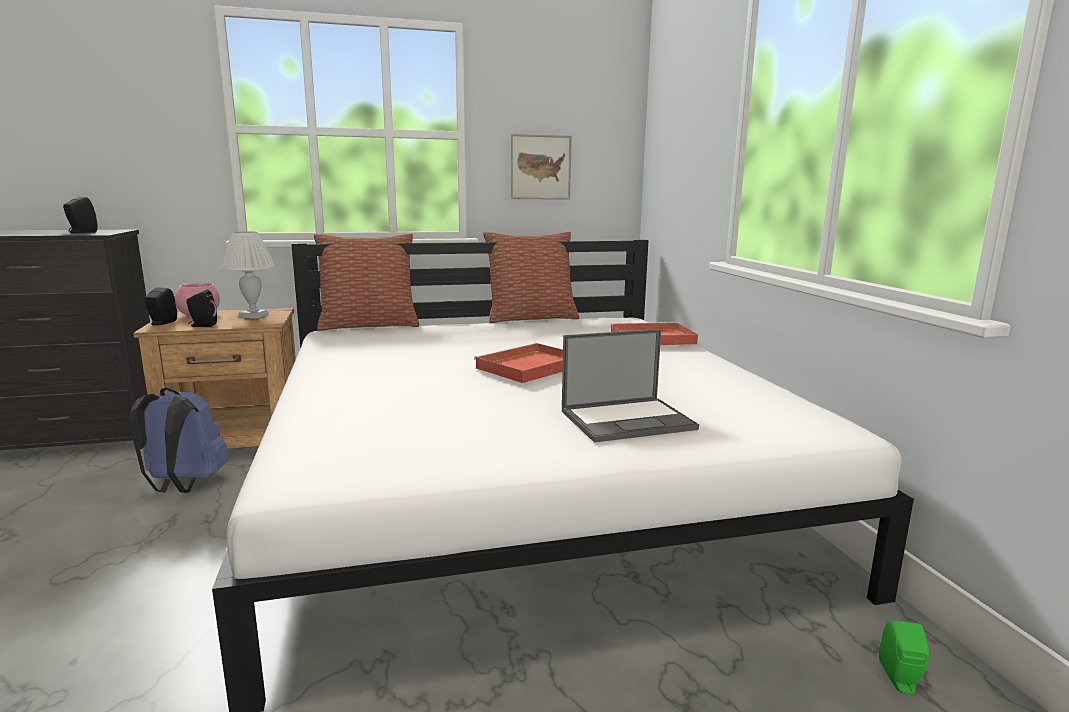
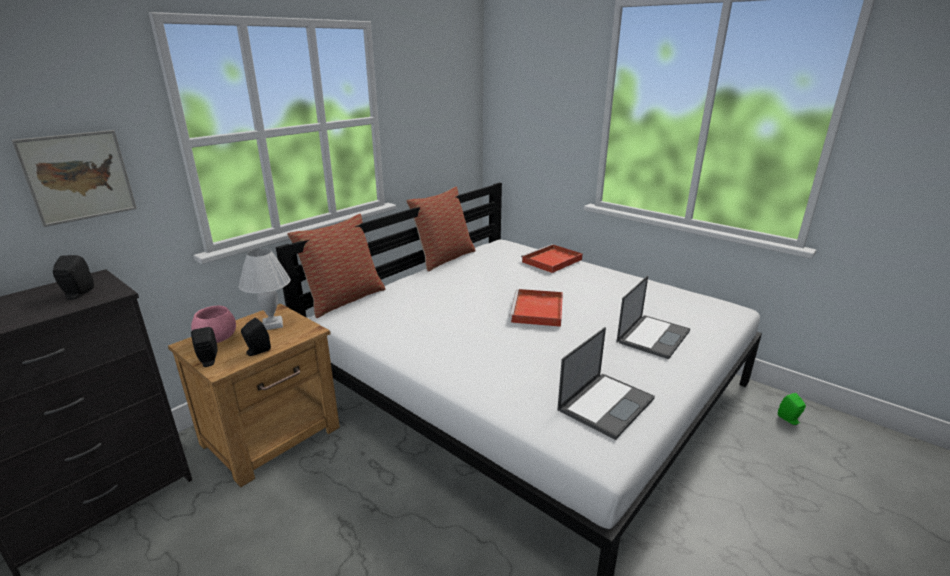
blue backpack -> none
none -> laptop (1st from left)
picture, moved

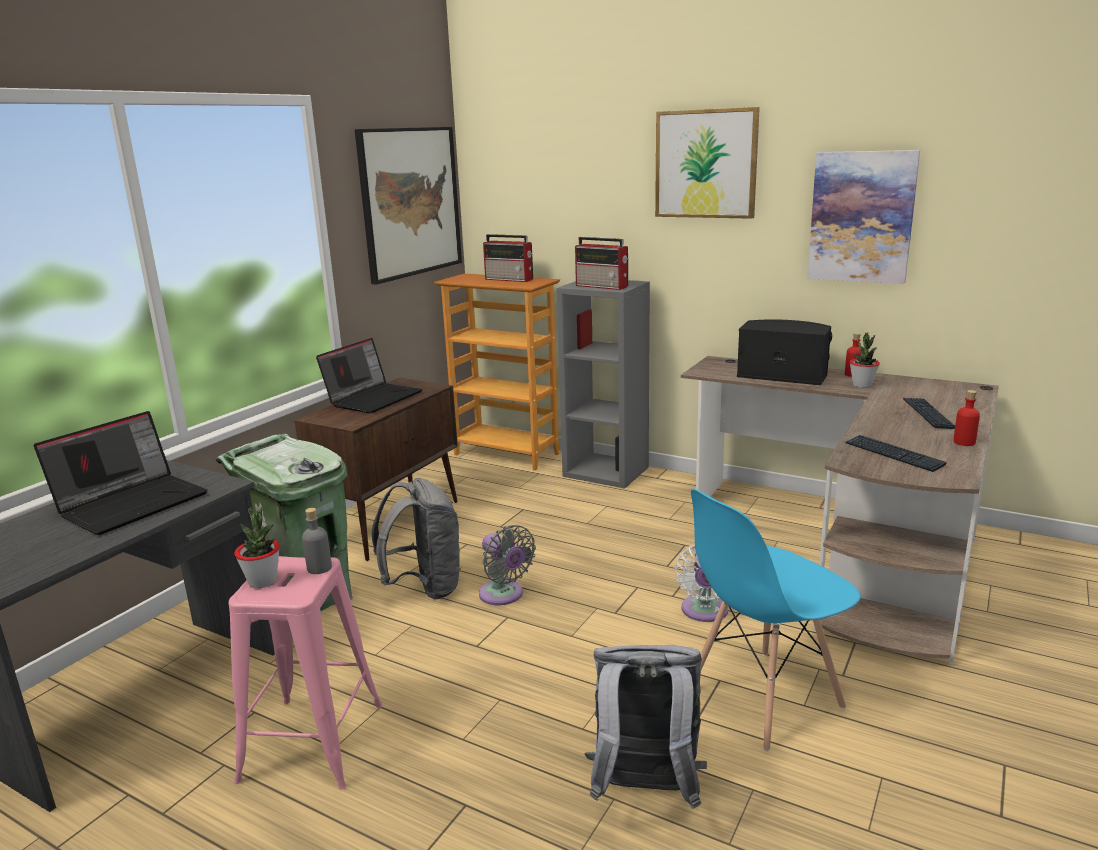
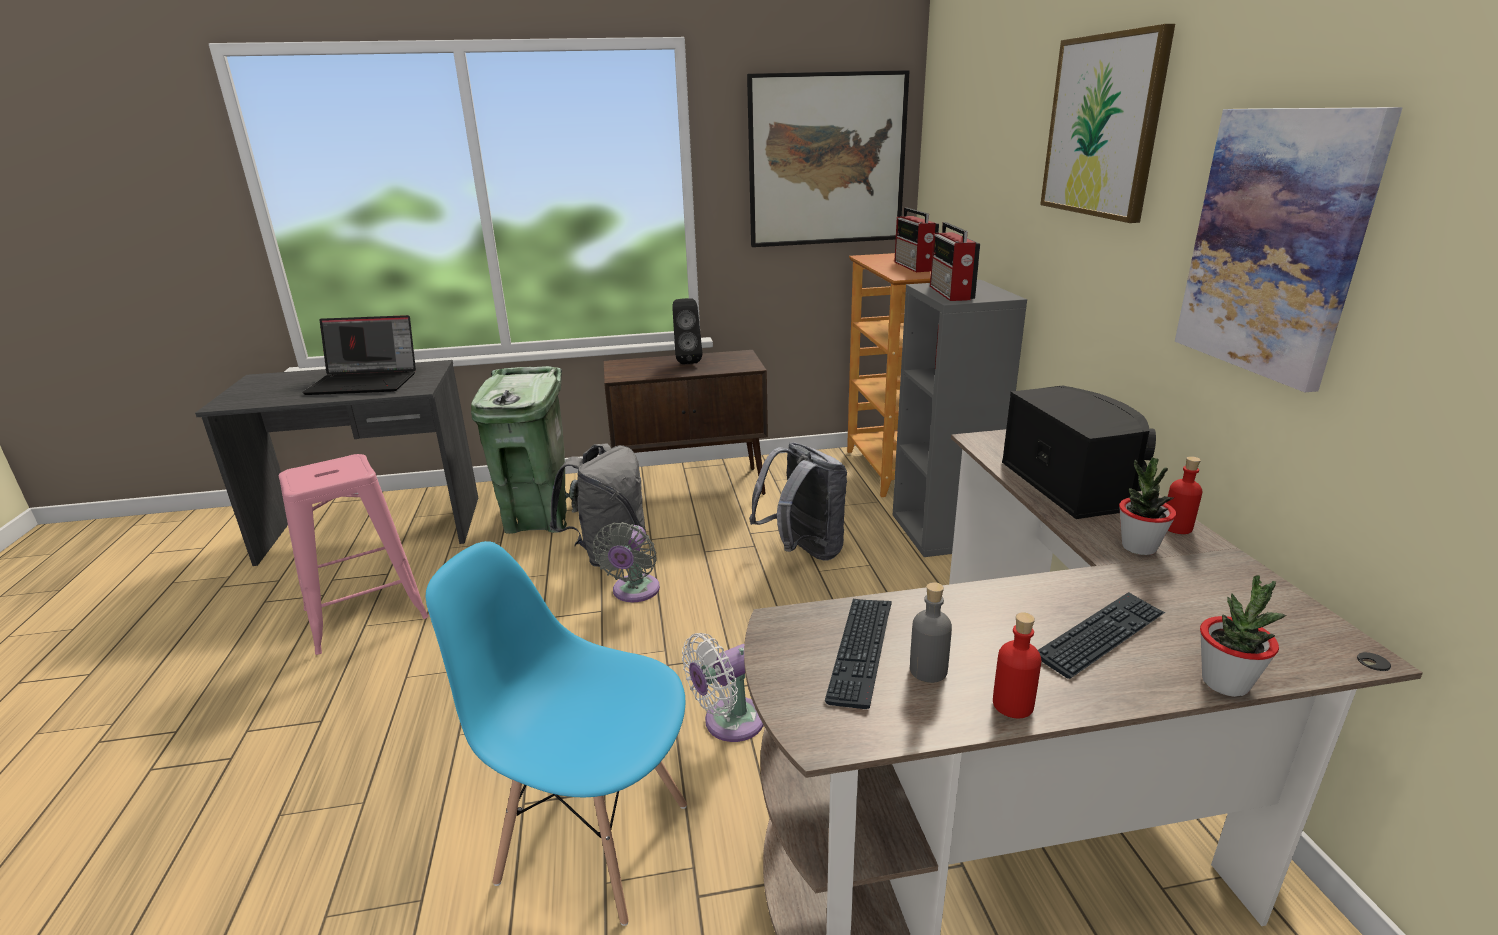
potted plant (1st from left in the first image) -> potted plant (2nd from left), moved
grey bottle, moved
grey backpack (2nd from left), moved
laptop (2nd from left) -> black speaker (1st from left)

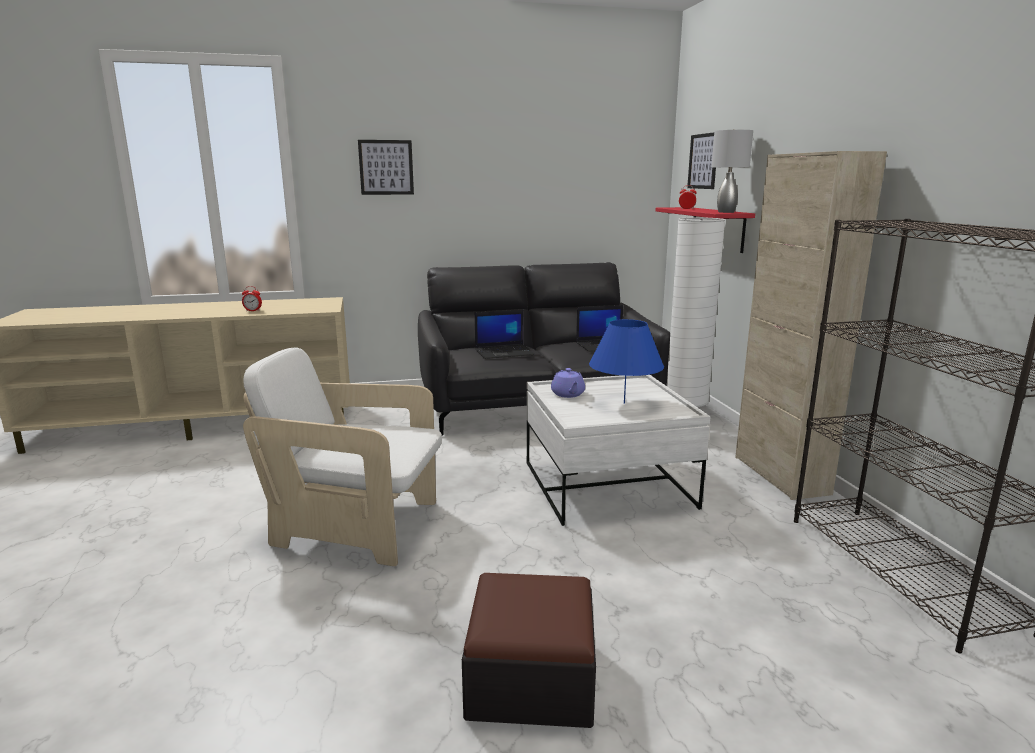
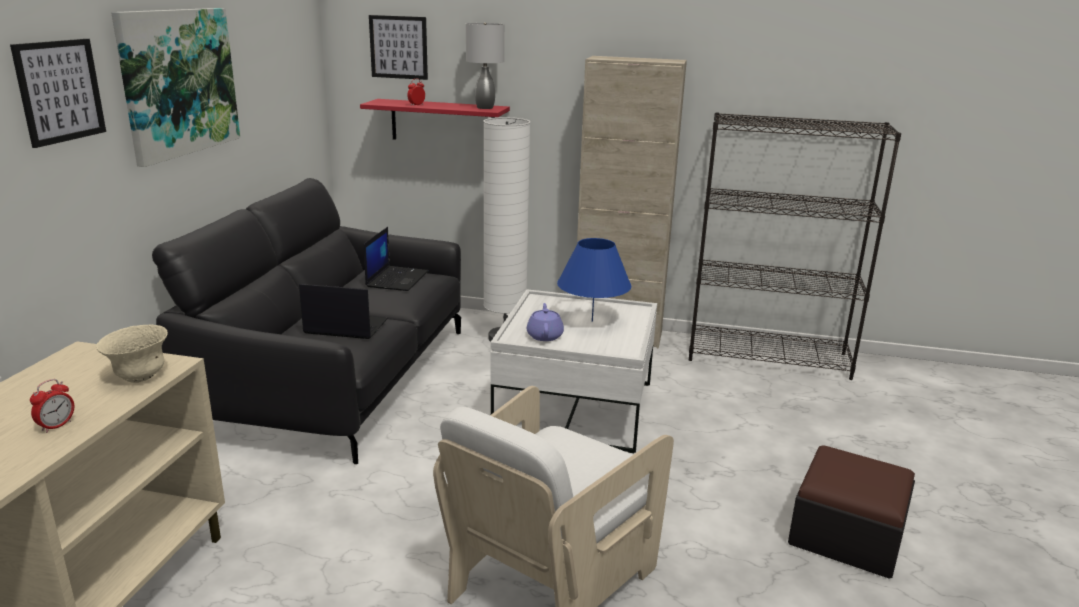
none -> beige bowl
none -> picture (2nd from left)
laptop (1st from left), 90 degrees counterclockwise
purple teapot, 105 degrees counterclockwise

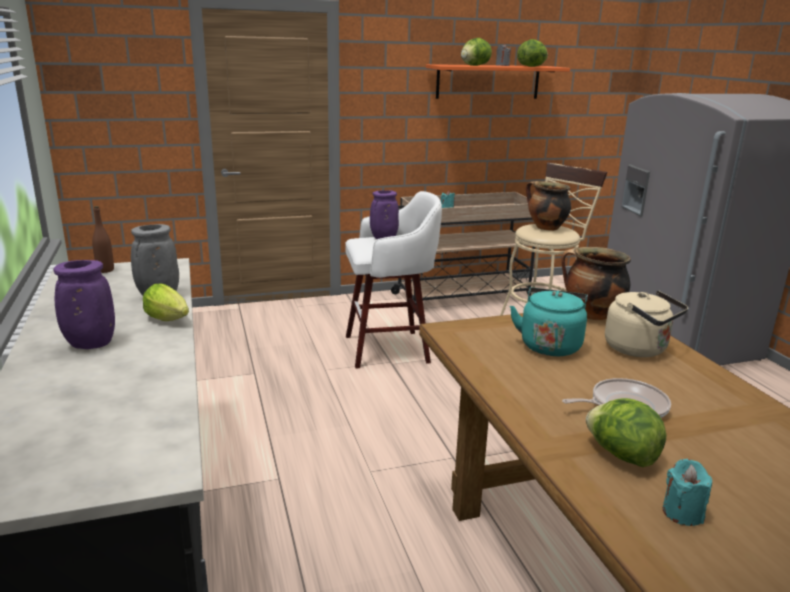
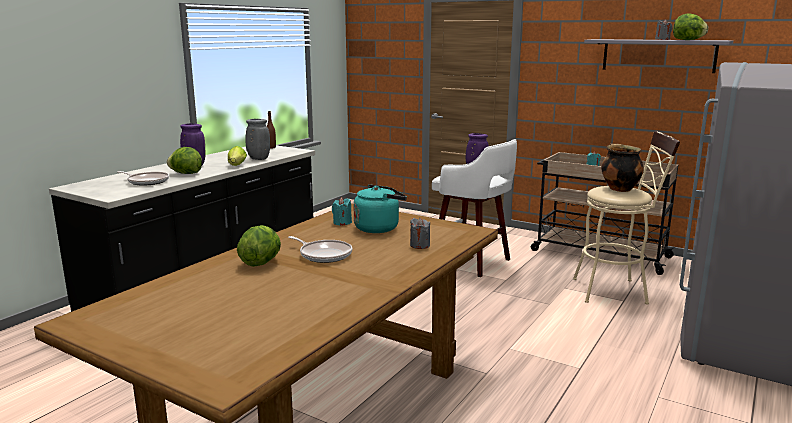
cooking pot (2nd from left) -> none
none -> frying pan (1st from left)
lettuce (2nd from left in the first image) -> lettuce (1st from left), moved
turquoise candle (2nd from left in the first image) -> turquoise candle (1st from left), moved
beige kettle -> grey candle (1st from left)
orange shelf -> grey shelf

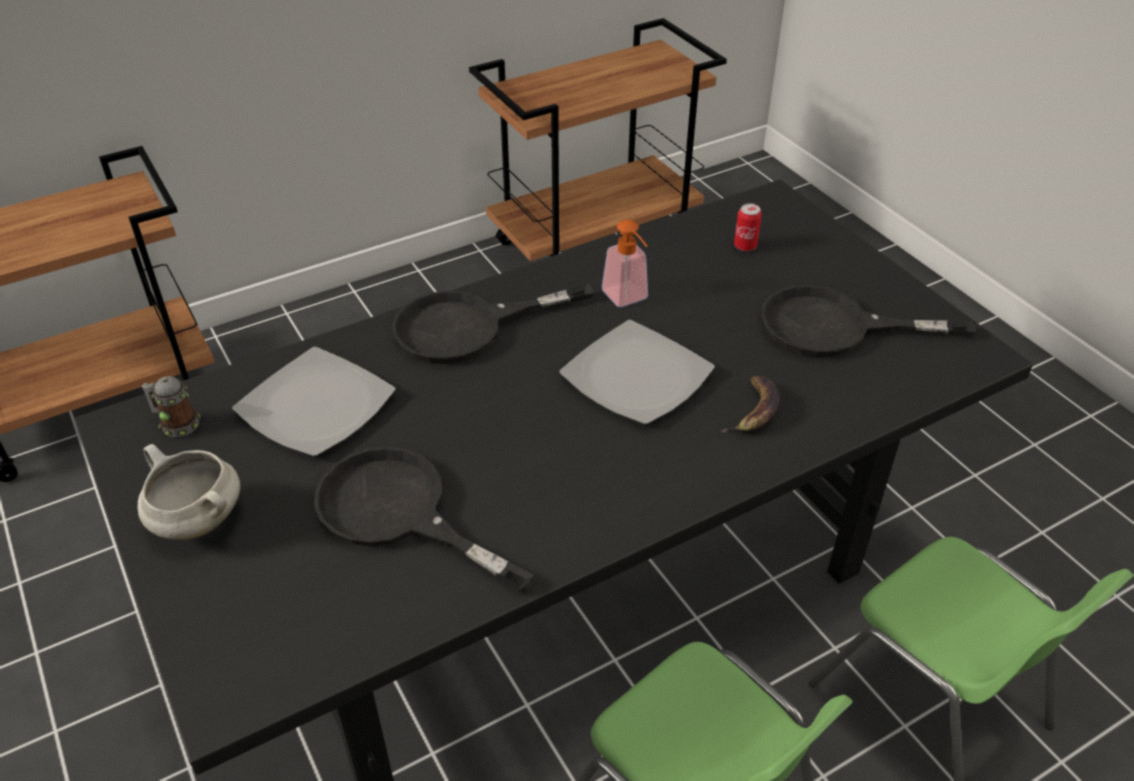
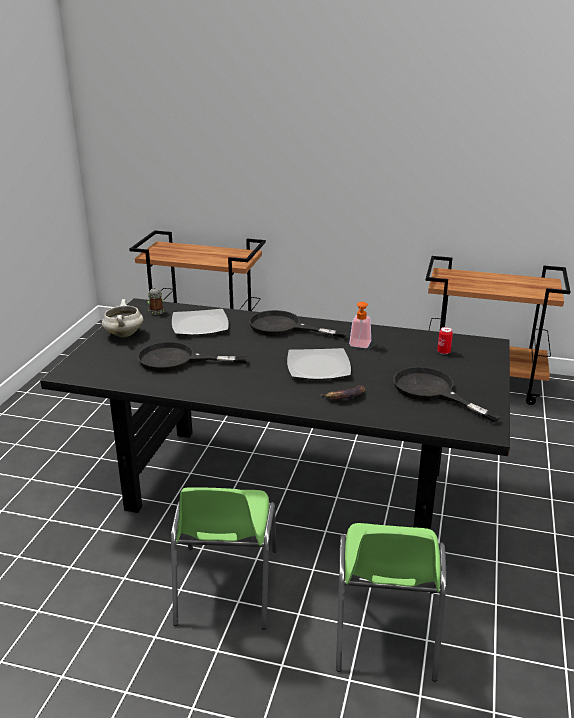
black frying pan (1st from left), 75 degrees counterclockwise

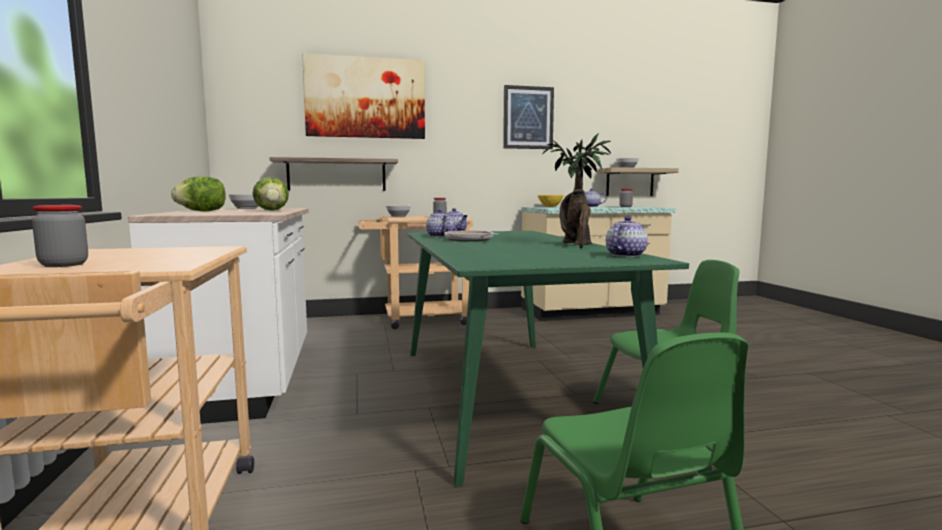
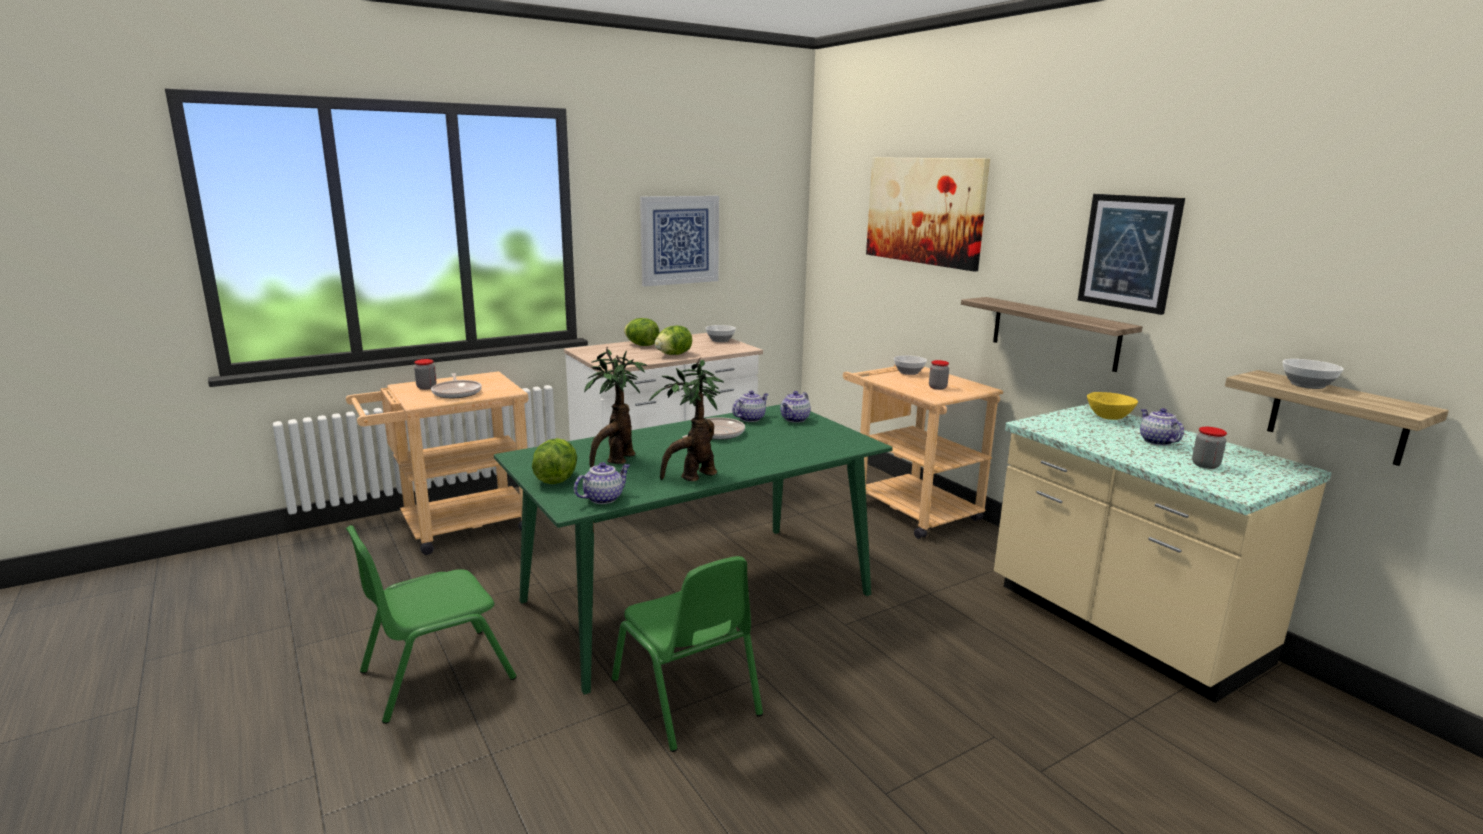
none -> frying pan (1st from left)
none -> lettuce (1st from left)
none -> potted plant (1st from left)
none -> picture (1st from left)
shelf (1st from left), moved
teapot (4th from left in the first image) -> teapot (1st from left), 60 degrees counterclockwise

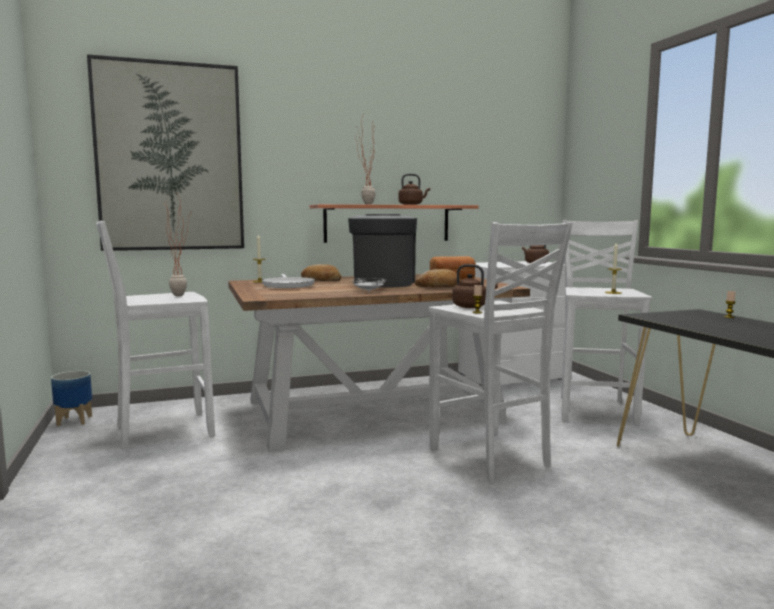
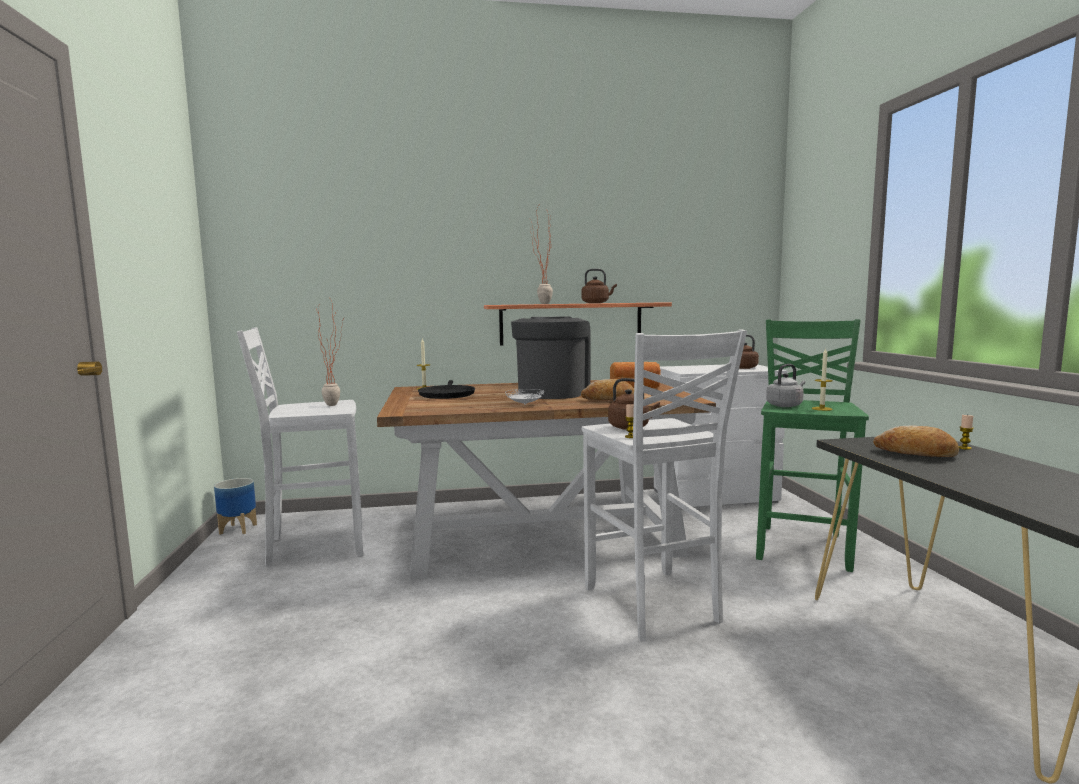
picture -> none
none -> grey kettle
bread (1st from left in the first image) -> bread (3rd from left), moved
white frying pan -> black frying pan
white stool (3rd from left) -> green stool

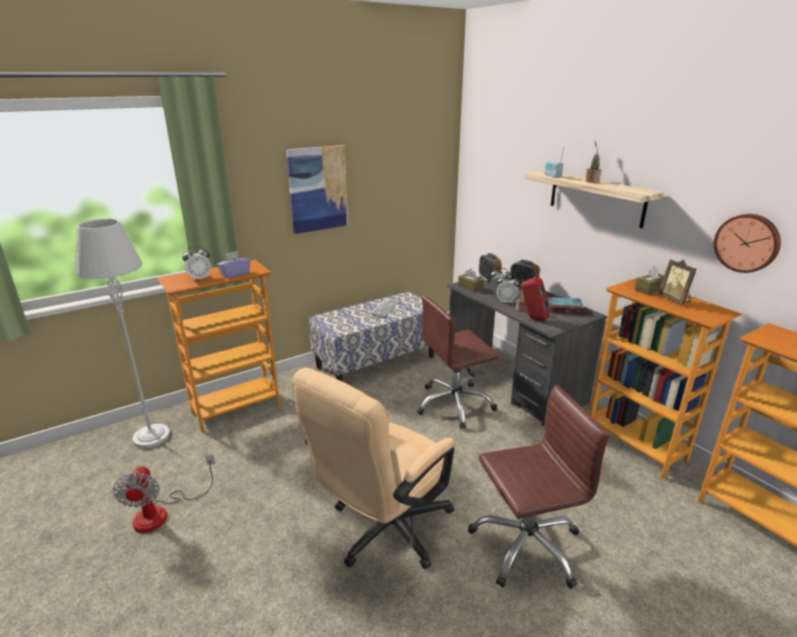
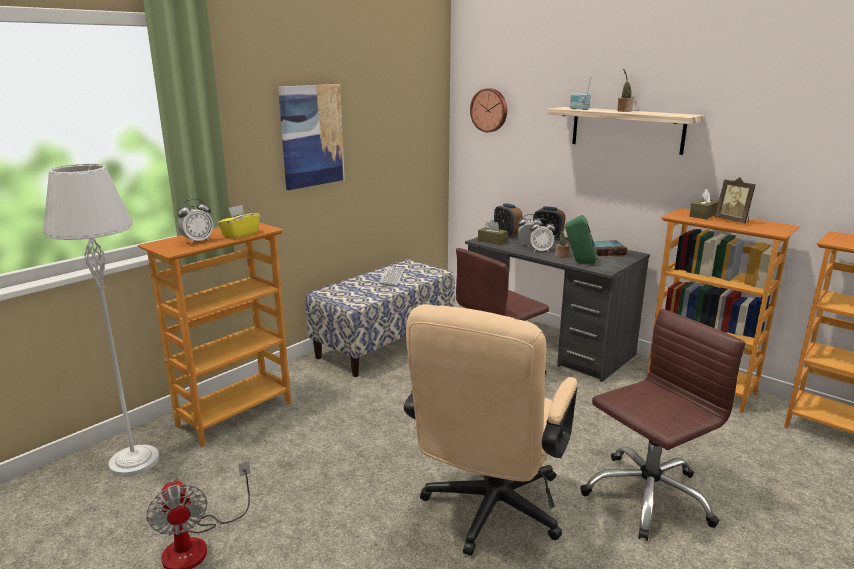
wall clock, moved
purple tissue box -> yellow tissue box
red speaker -> green speaker

